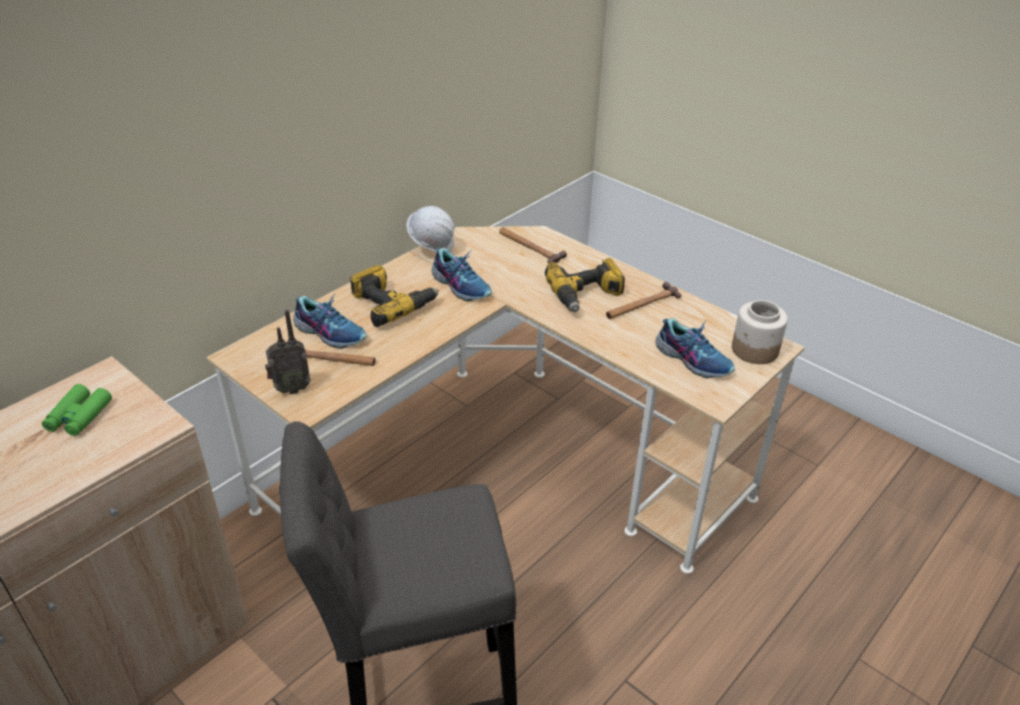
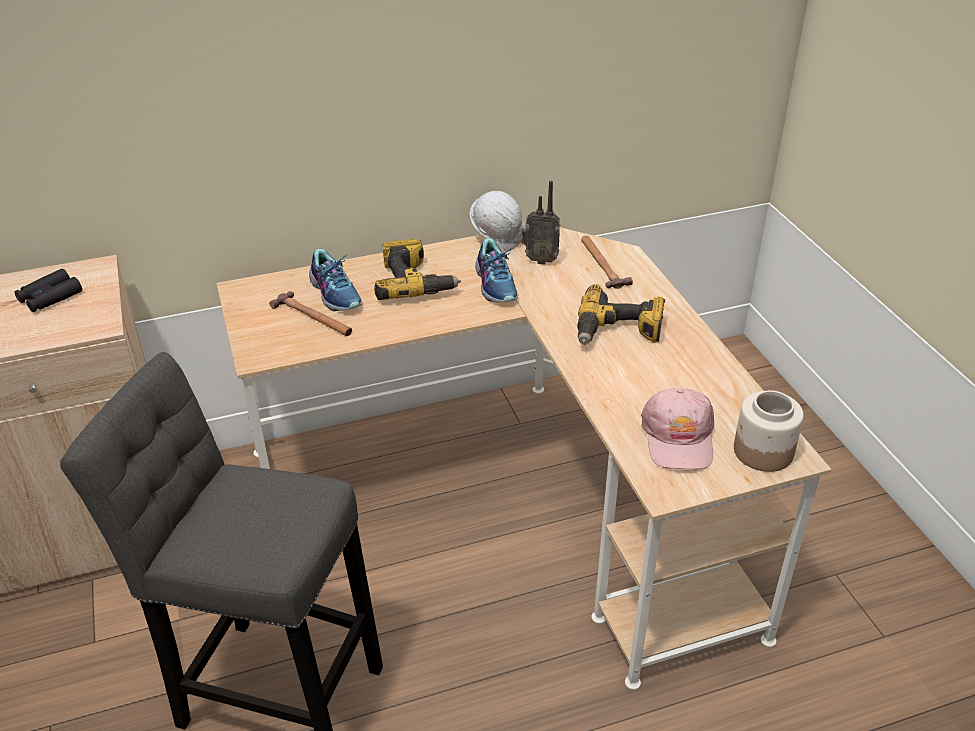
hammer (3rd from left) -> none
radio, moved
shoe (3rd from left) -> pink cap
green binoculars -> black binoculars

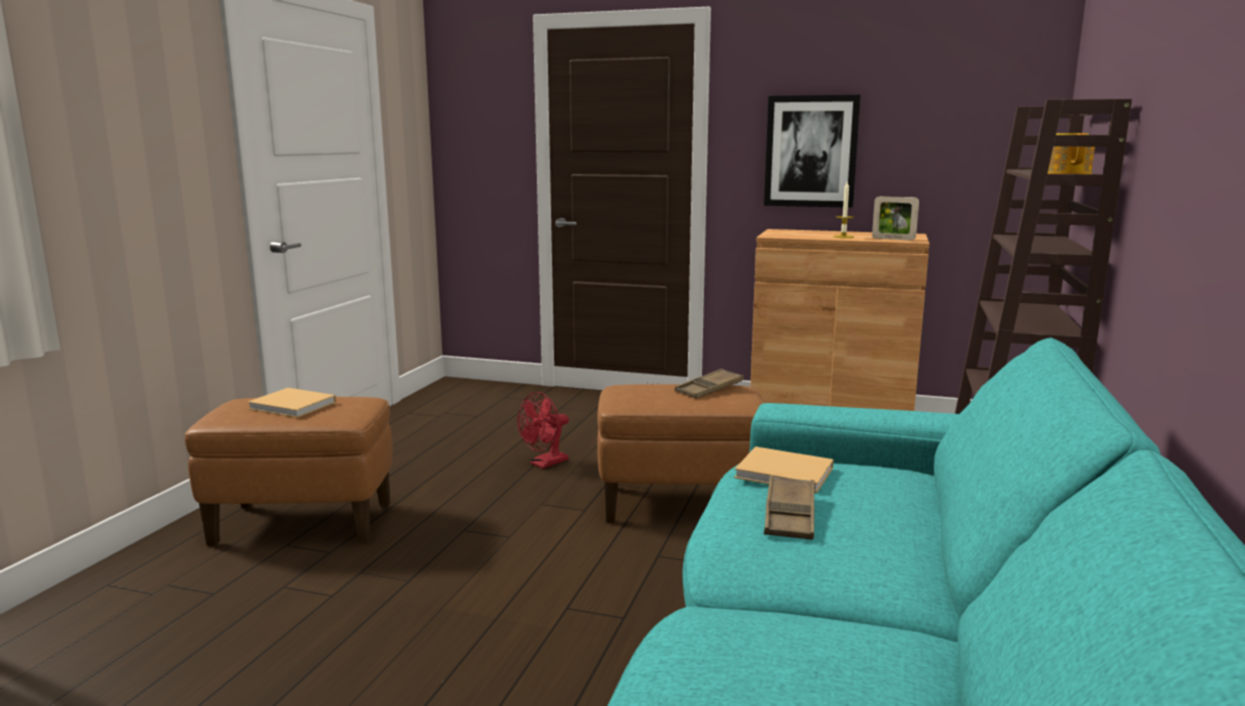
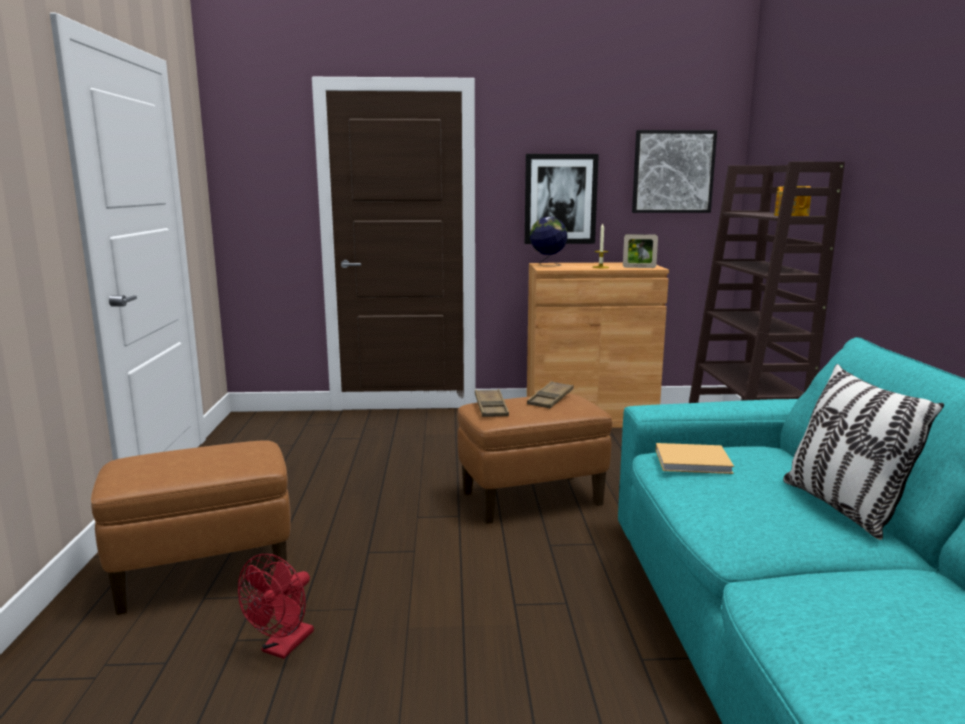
beige book (1st from left) -> none
none -> globe
none -> picture (2nd from left)
none -> pillow
red fan, moved
brown tray (2nd from left in the first image) -> brown tray (1st from left), moved

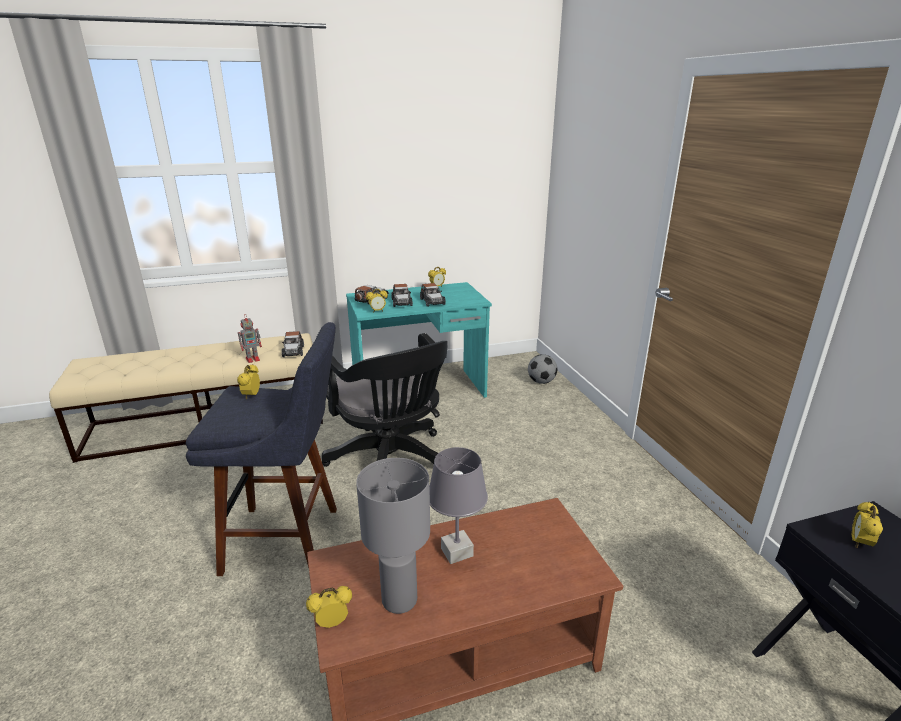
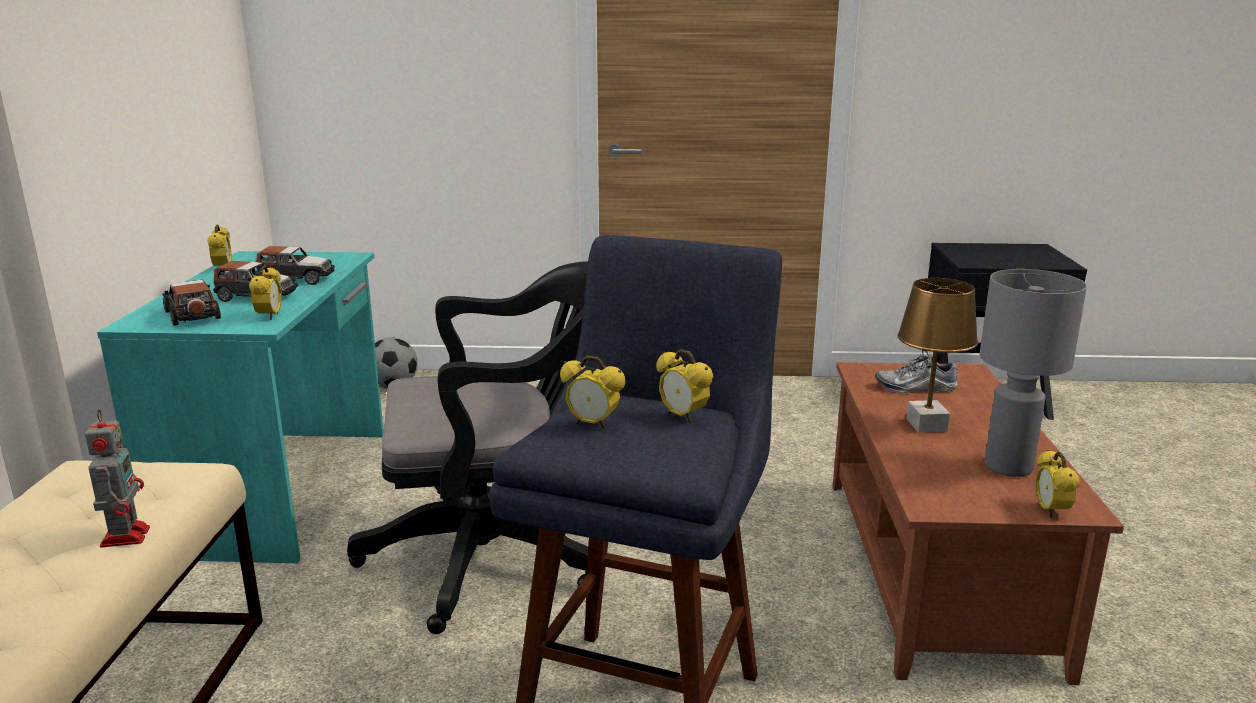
toy car (1st from left) -> none
none -> shoe
alarm clock (5th from left in the first image) -> alarm clock (4th from left), moved
grey table lamp (2nd from left) -> brown table lamp

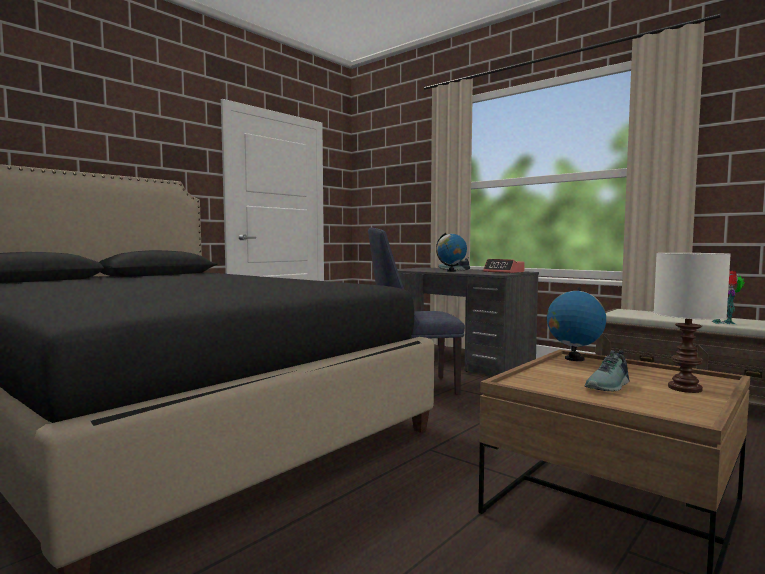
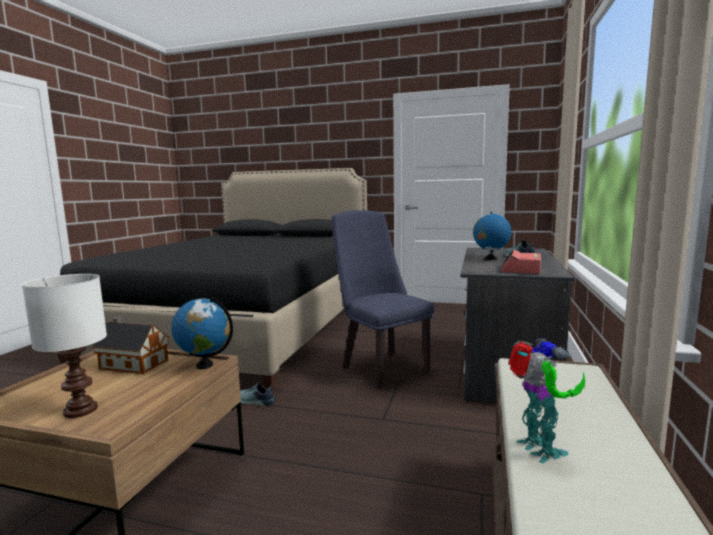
none -> toy house
shoe (2nd from left in the first image) -> shoe (1st from left), moved

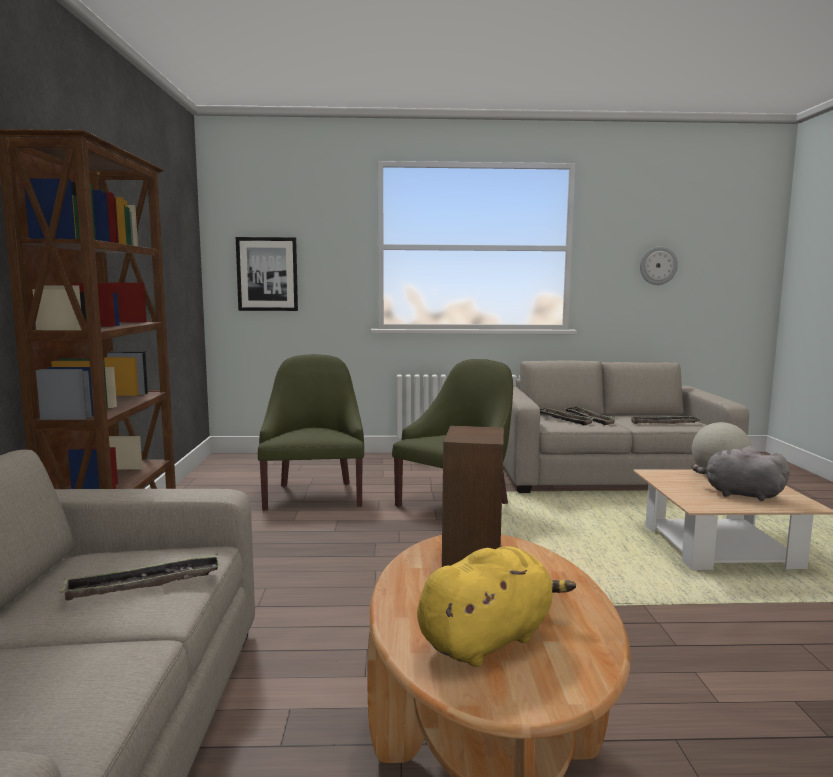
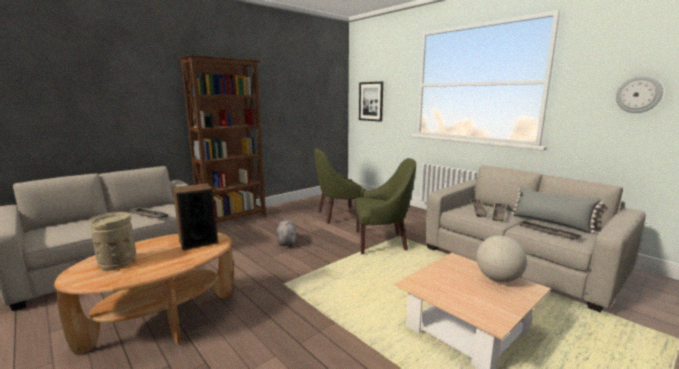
none -> grey pillow
grey plush toy, moved
yellow plush toy -> beige vase
green armchair (1st from left), 150 degrees counterclockwise

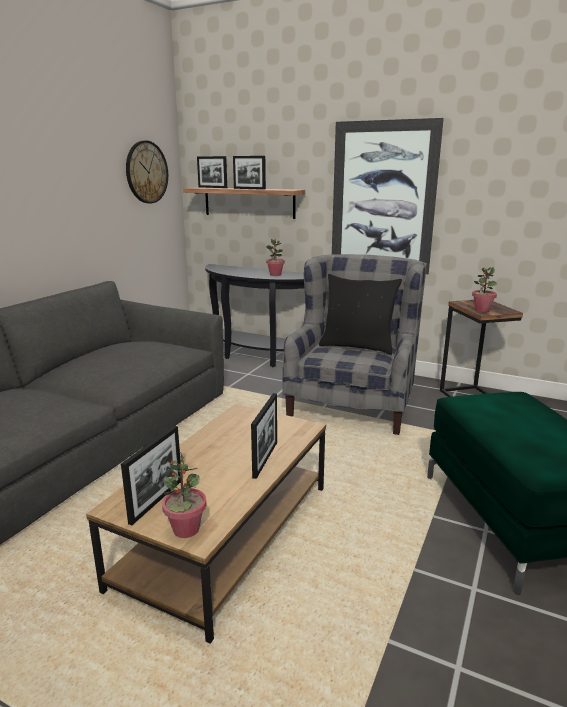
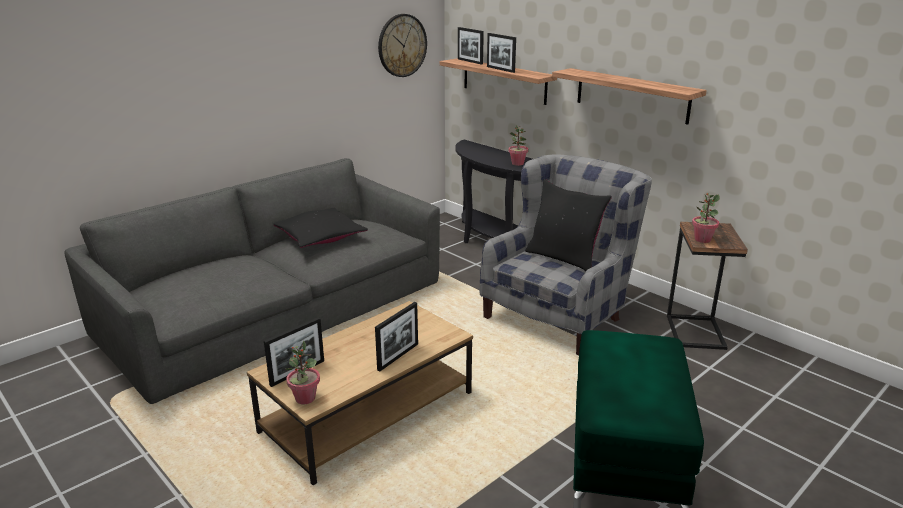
none -> black pillow (1st from left)
picture -> shelf (2nd from left)

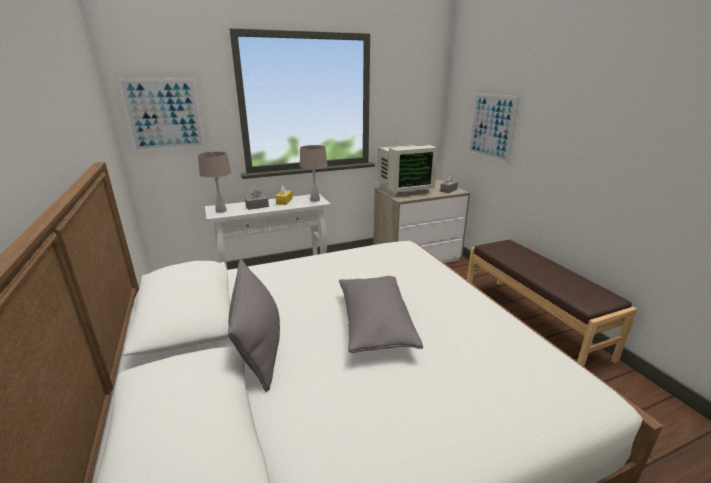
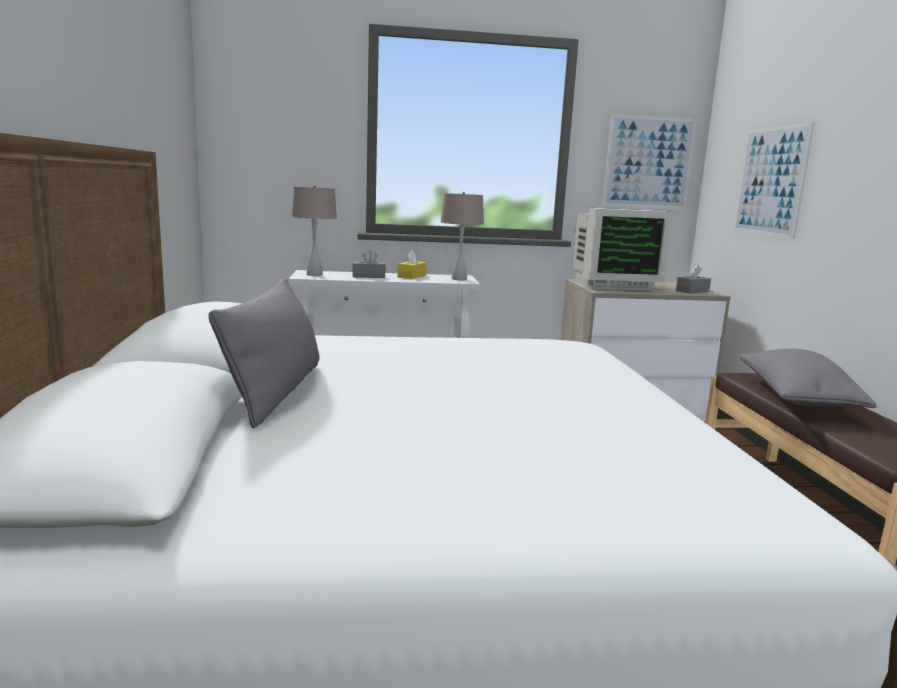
picture (1st from left), moved
grey pillow (2nd from left), moved

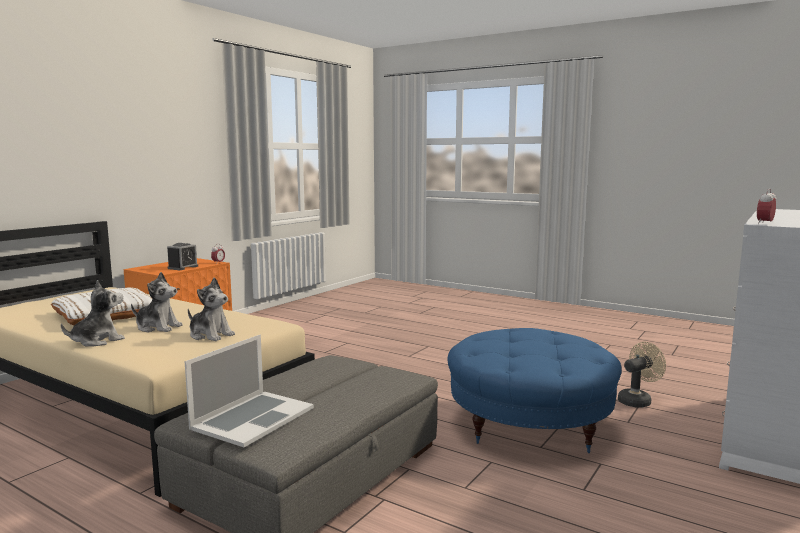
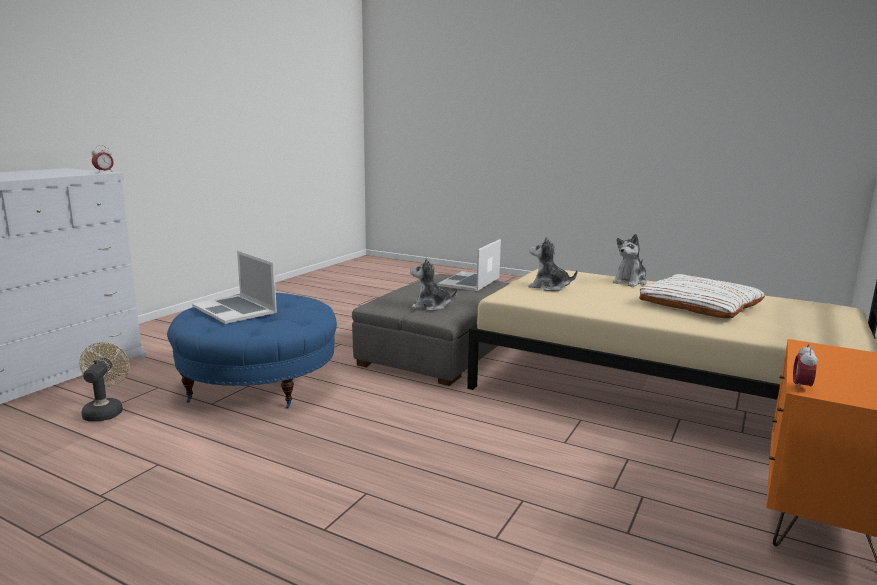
alarm clock (1st from left) -> none
none -> laptop (1st from left)
plush toy (2nd from left in the first image) -> plush toy (1st from left), moved
beige fan, 120 degrees clockwise

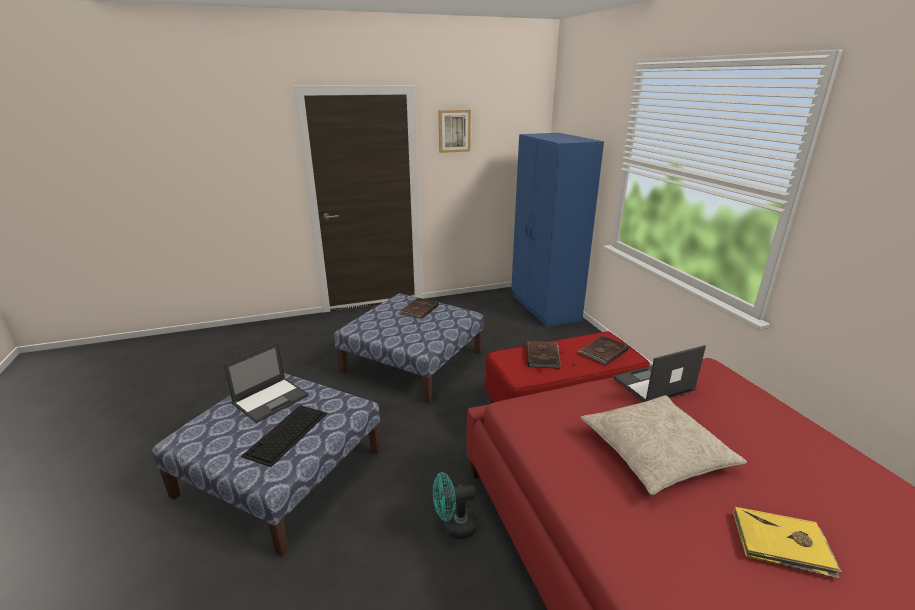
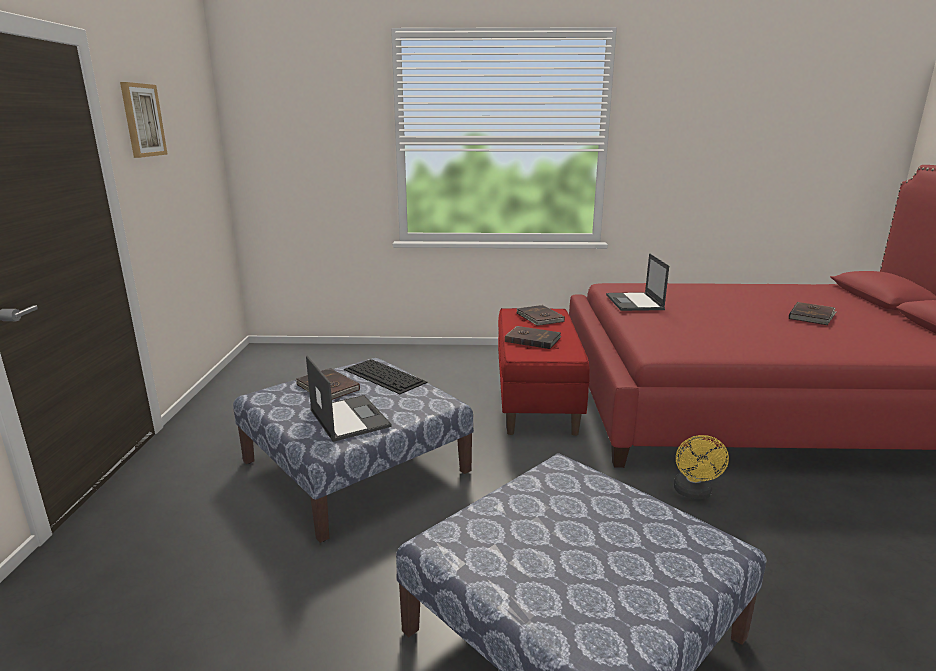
blue wardrobe -> none
beige pillow -> none
laptop (1st from left), moved
keyboard, moved
turquoise fan -> yellow fan
yellow book -> brown book (4th from left)

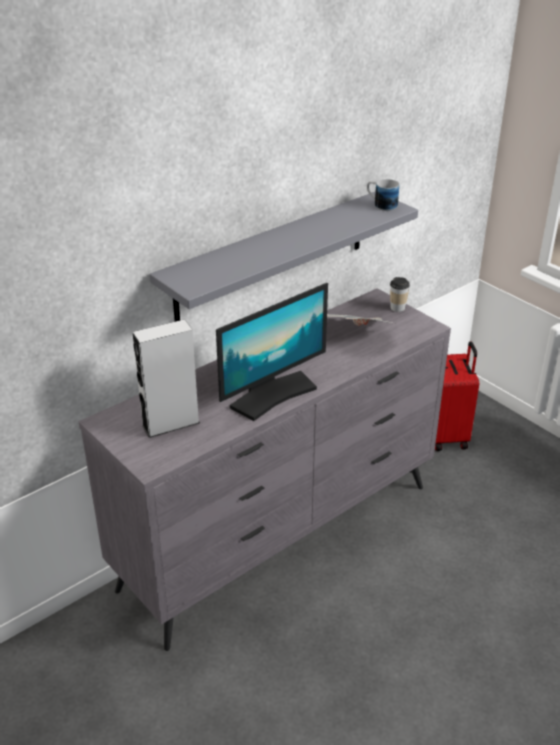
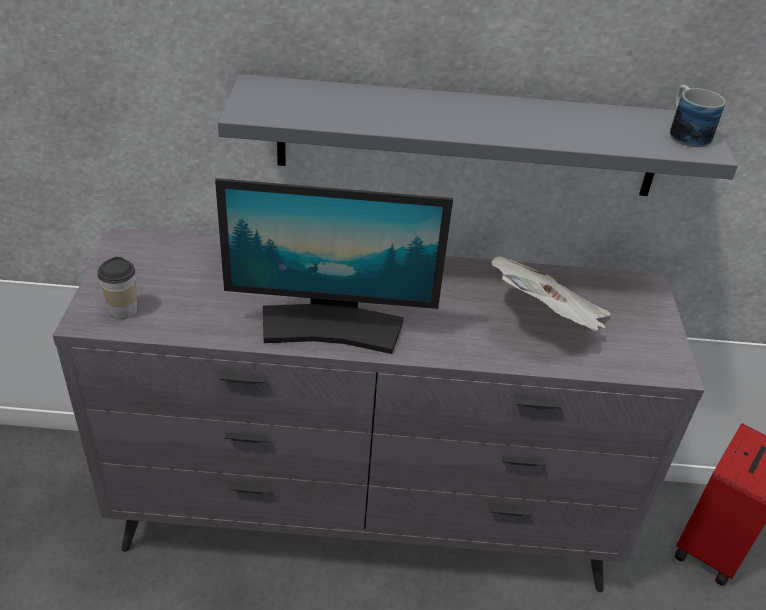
grey speaker -> none
cup, moved

